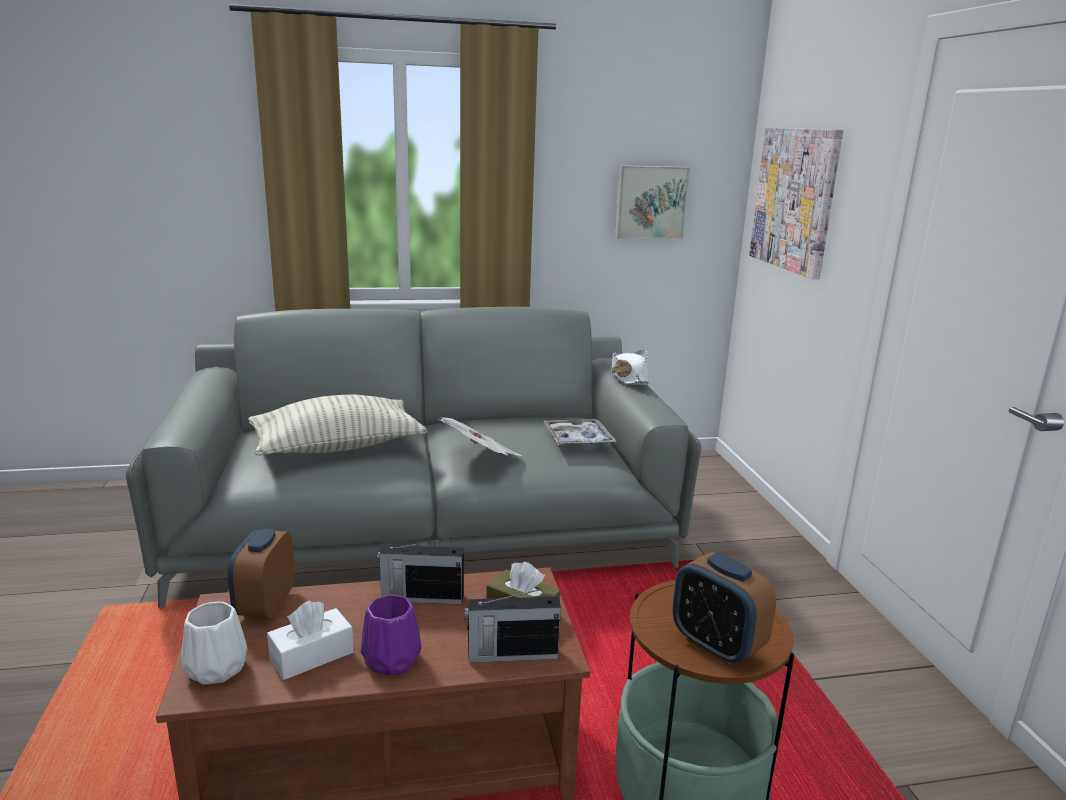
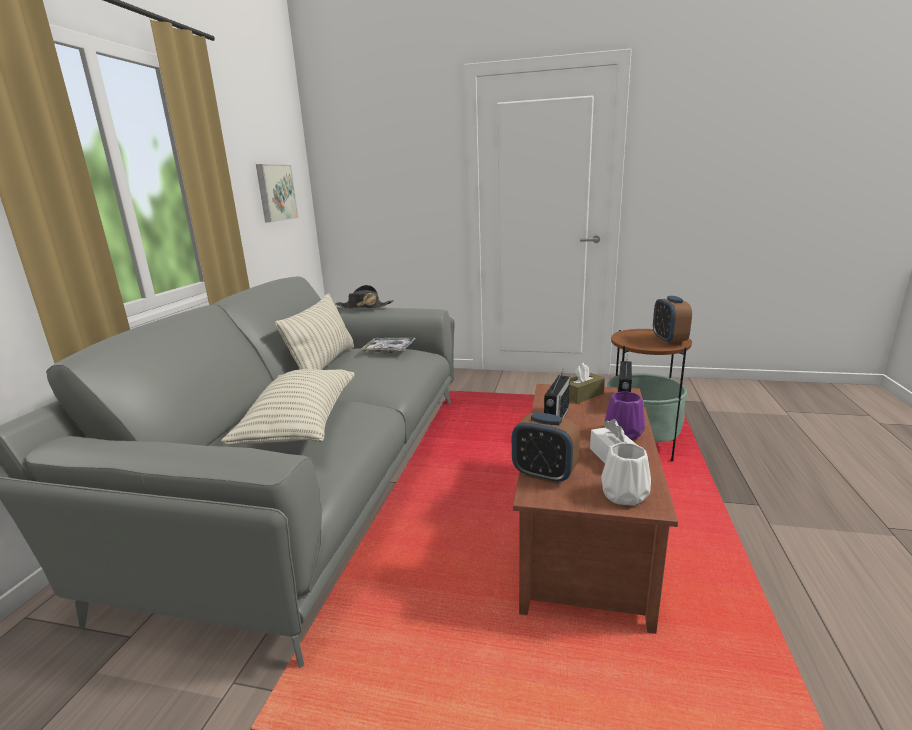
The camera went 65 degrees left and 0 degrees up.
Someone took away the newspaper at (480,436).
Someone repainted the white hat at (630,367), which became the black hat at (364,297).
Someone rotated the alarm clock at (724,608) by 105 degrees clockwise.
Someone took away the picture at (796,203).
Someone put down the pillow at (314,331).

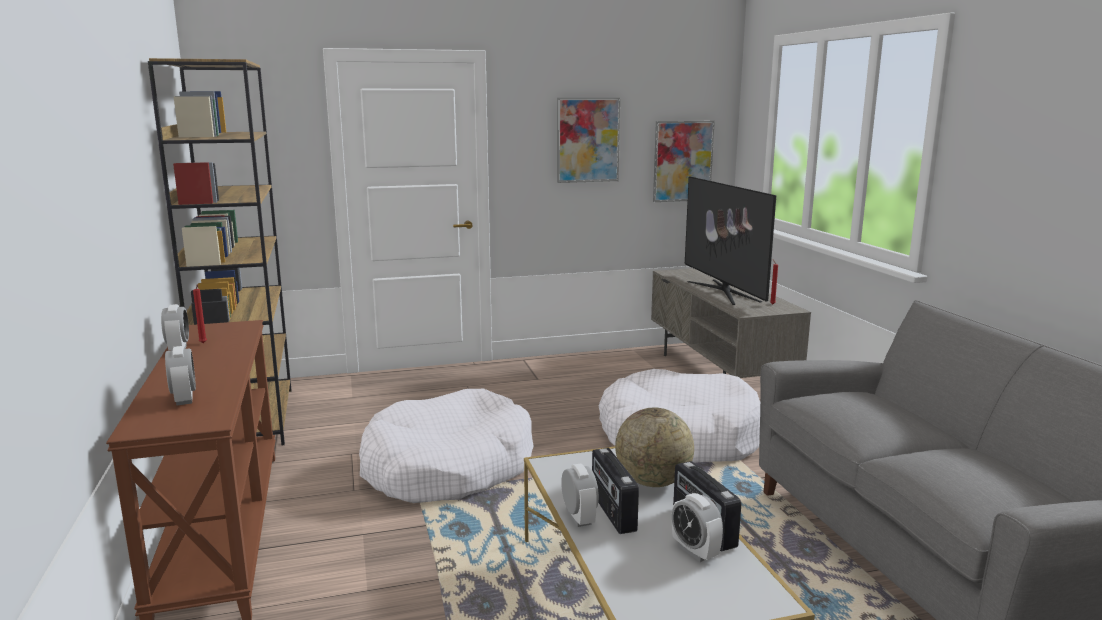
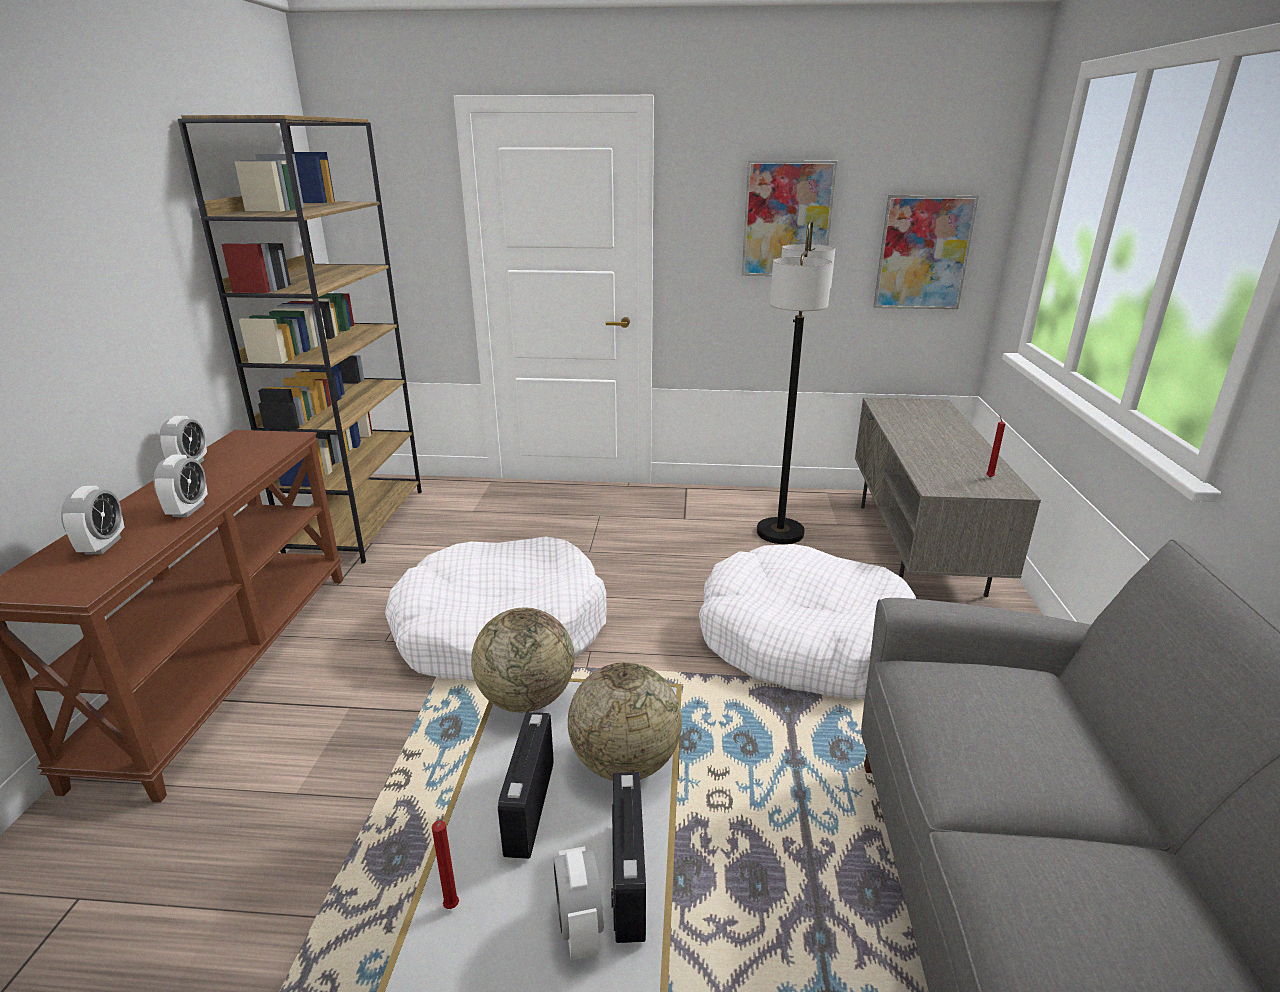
The camera went 20 degrees right and 10 degrees up.
Someone carried the red candle from (200,314) to (445,865).
Someone carried the alarm clock from (580,495) to (180,486).
Someone took away the television at (730,240).
Someone put down the globe at (523,660).
Someone put down the floor lamp at (796,381).

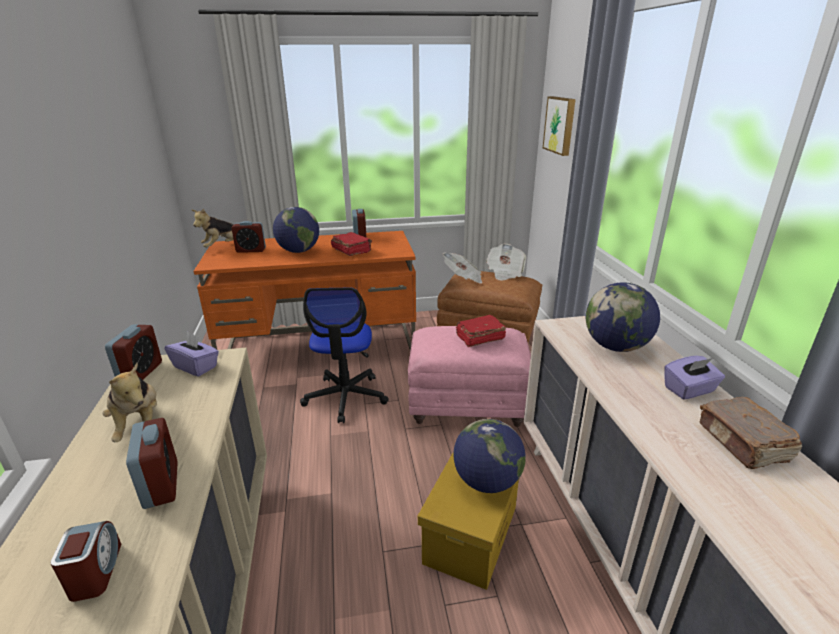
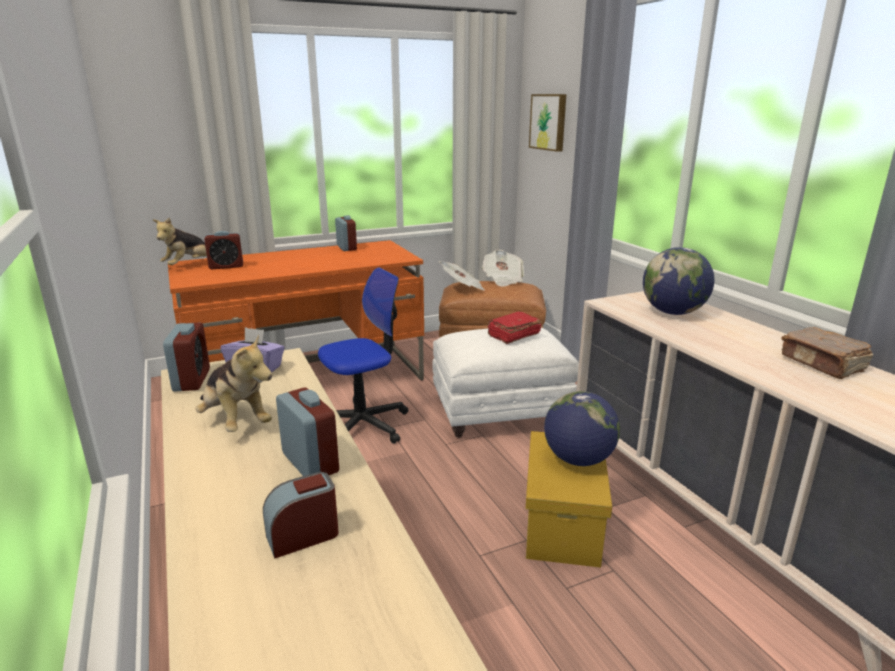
The camera went 15 degrees left and 5 degrees down.
Someone rotated the alarm clock at (86,561) by 90 degrees counterclockwise.
Someone took away the globe at (296,230).
Someone rotated the office chair at (344,355) by 105 degrees counterclockwise.
Someone took away the red book at (351,244).
Someone repainted the pink ottoman at (469,376), which became the white ottoman at (505,383).
Someone took away the purple tissue box at (694,378).

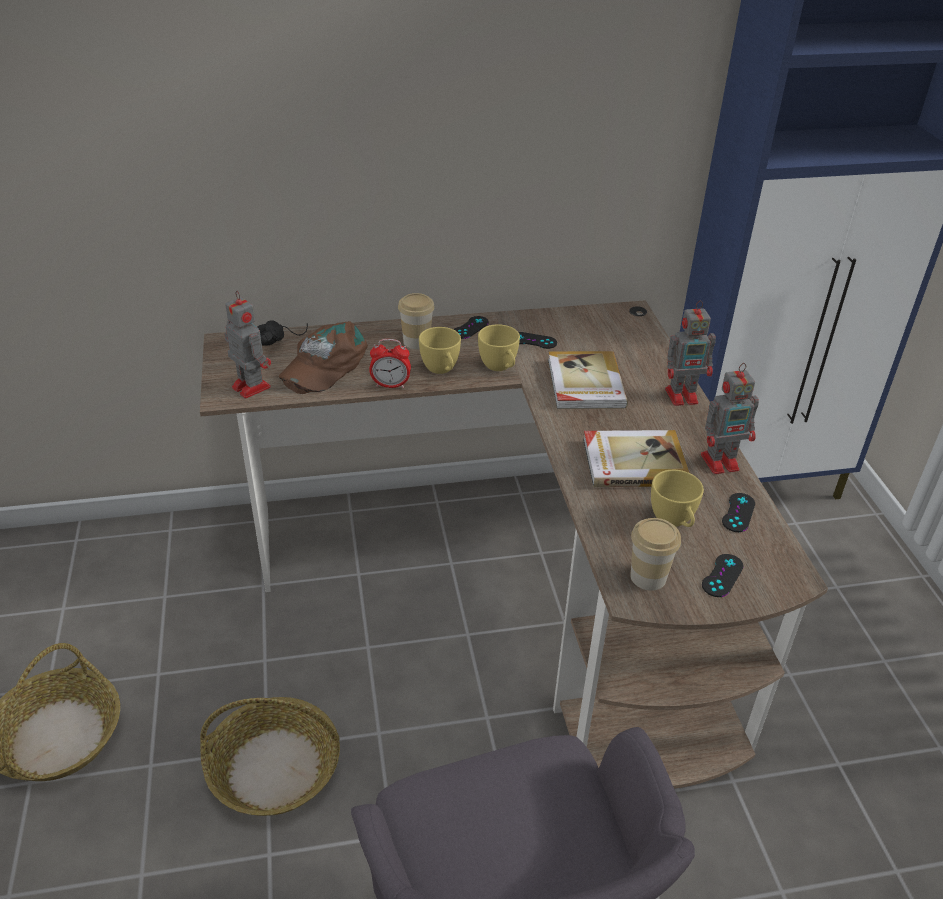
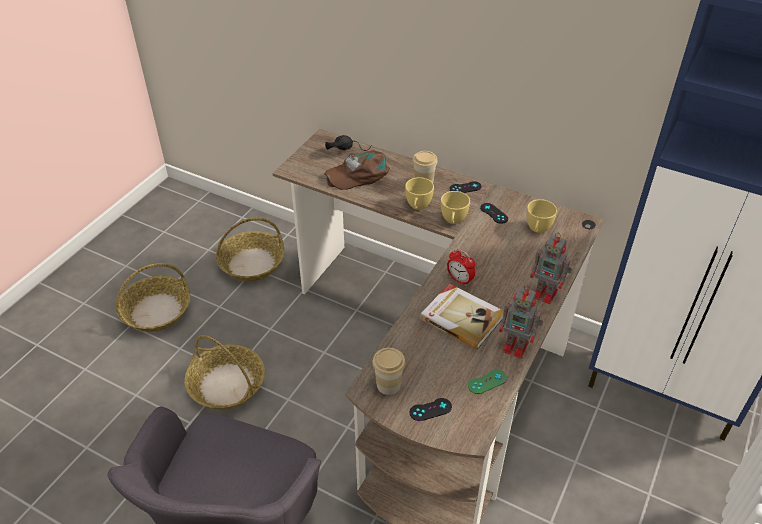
The camera went 40 degrees right and 5 degrees up.
Someone took away the toy robot at (247,345).
Someone carried the alarm clock from (390,363) to (461,267).
Someone took away the book at (588,380).
Someone carried the yellow cup from (677,498) to (542,216).
Someone repainted the black game controller at (738,512), which became the green game controller at (487,381).
Someone put down the basket at (250,249).

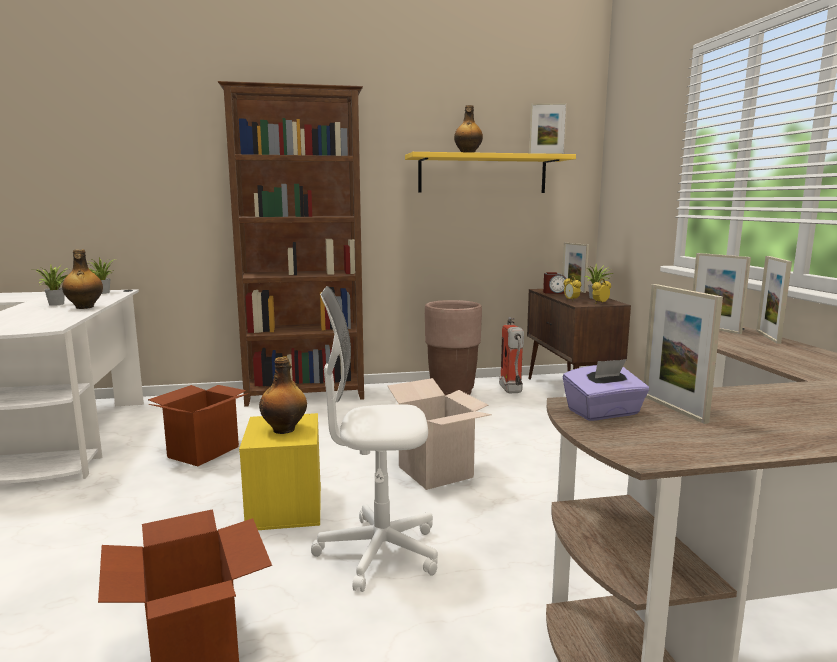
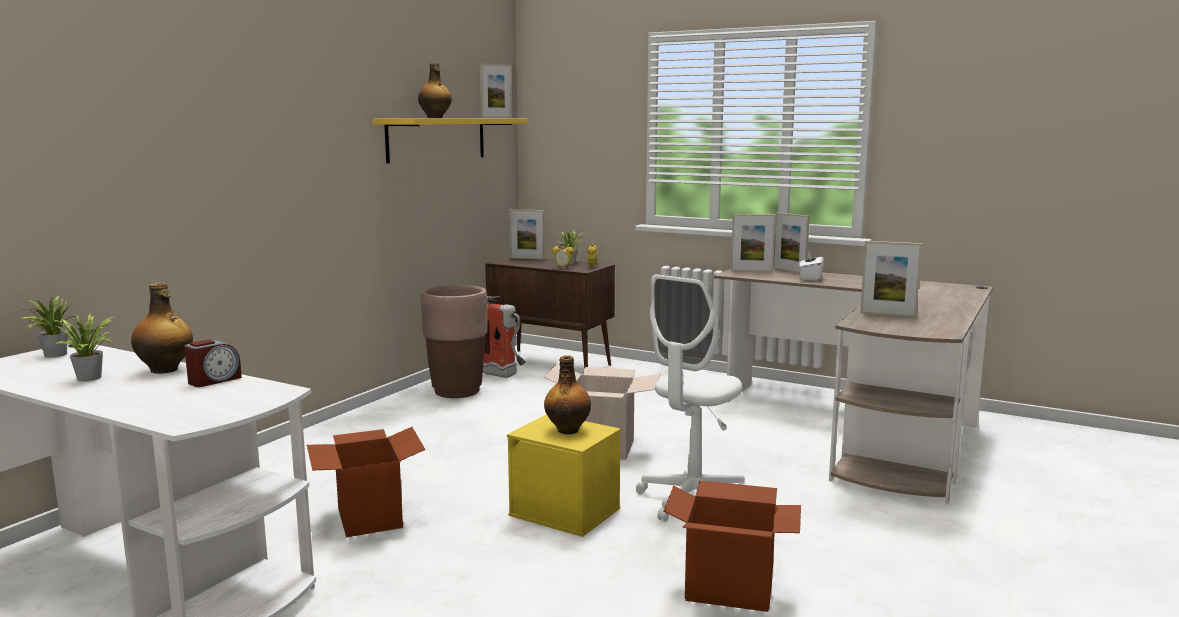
The camera went 50 degrees left and 0 degrees up.
Someone took away the brown bookcase at (291,244).
Someone carried the alarm clock from (554,283) to (213,363).
Someone took away the purple tissue box at (606,390).
Someone put down the white tissue box at (811,265).

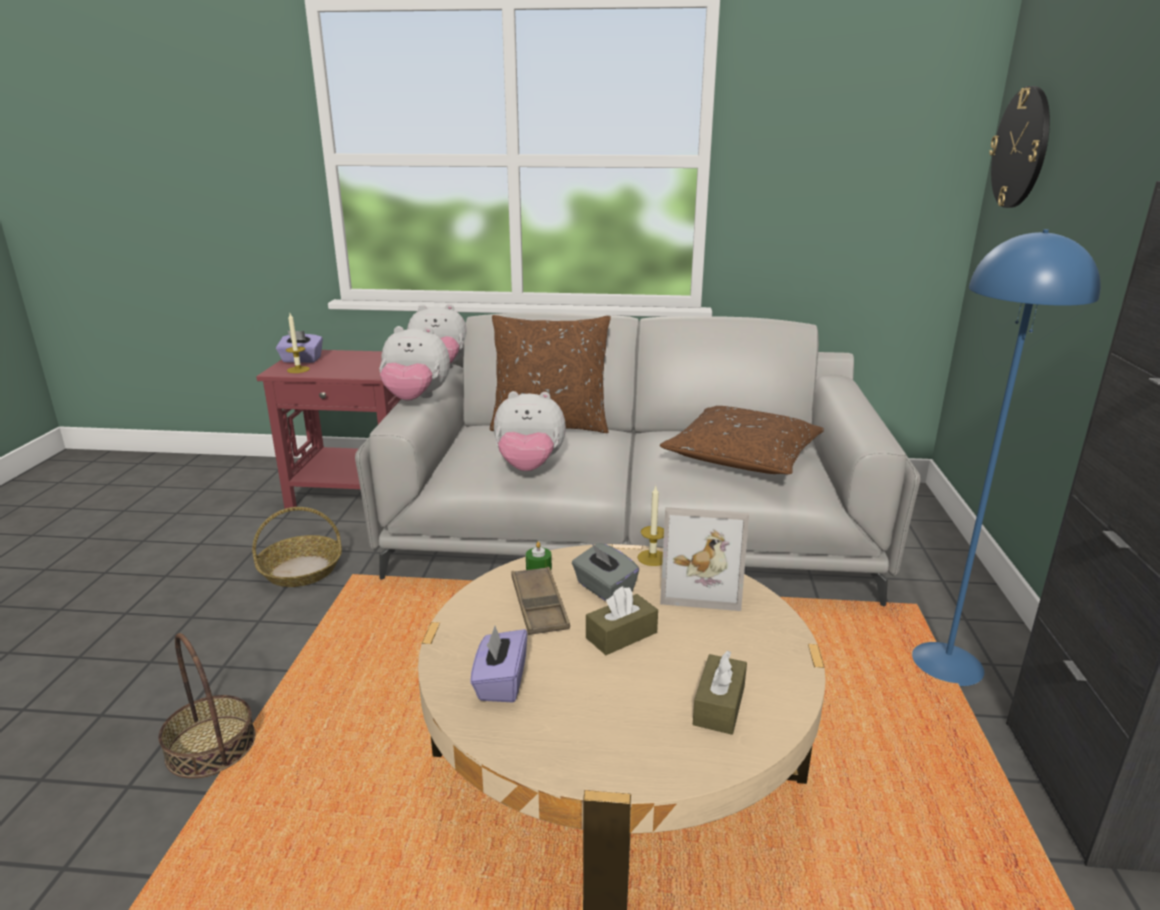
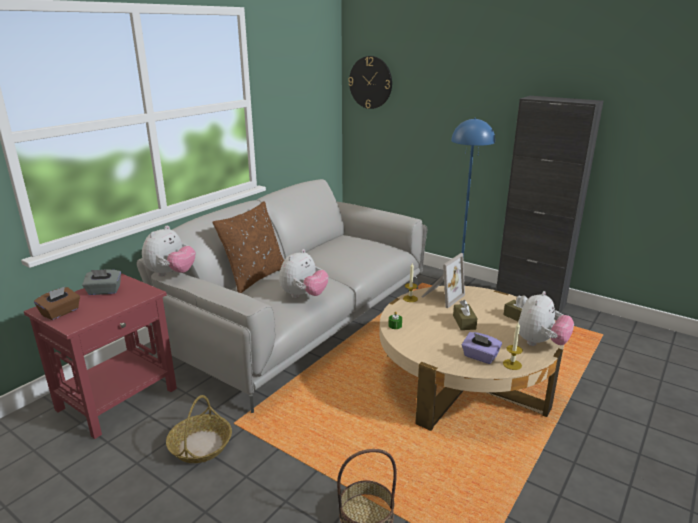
The camera went 60 degrees left and 0 degrees up.
Someone repainted the purple tissue box at (299,346), which became the brown tissue box at (57,303).
Someone carried the candle from (298,343) to (513,346).
Someone carried the plush toy from (414,363) to (546,318).
Someone took away the brown tray at (540,601).
Someone carried the grey tissue box from (605,572) to (101,282).
Someone took away the brown pillow at (742,440).

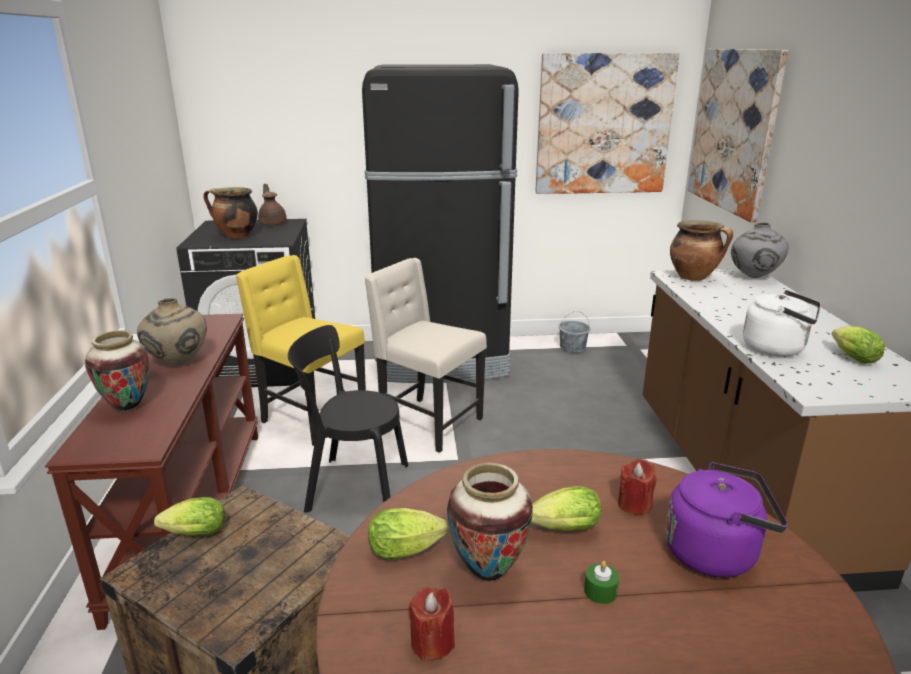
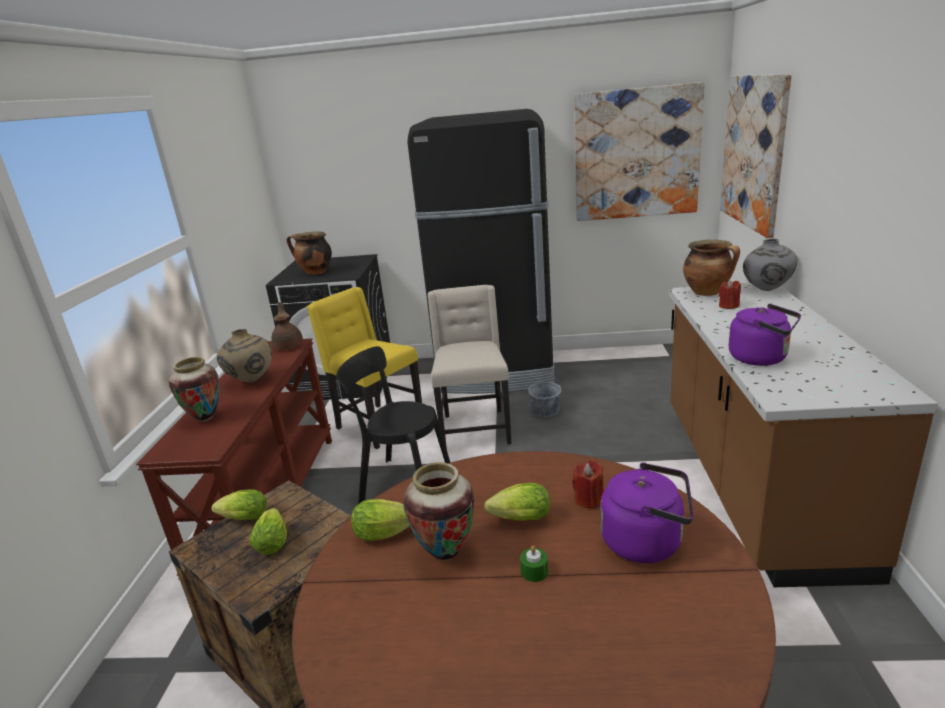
The camera went 10 degrees right and 0 degrees up.
Someone carried the brown teapot from (272,204) to (287,326).
Someone rotated the beige chair at (426,355) by 45 degrees clockwise.
Someone carried the red candle from (431,624) to (730,294).
Someone carried the grey bucket from (574,332) to (545,395).
Someone repainted the white kettle at (782,323), which became the purple kettle at (765,335).
Someone carried the lettuce from (858,345) to (268,531).

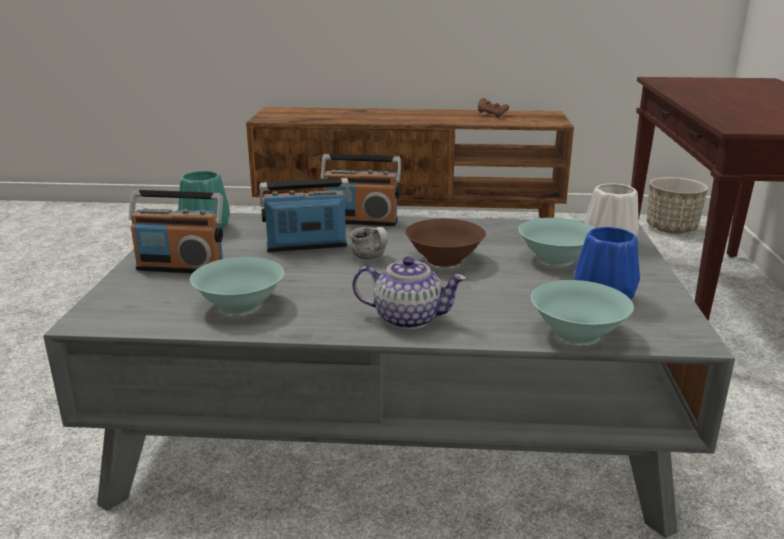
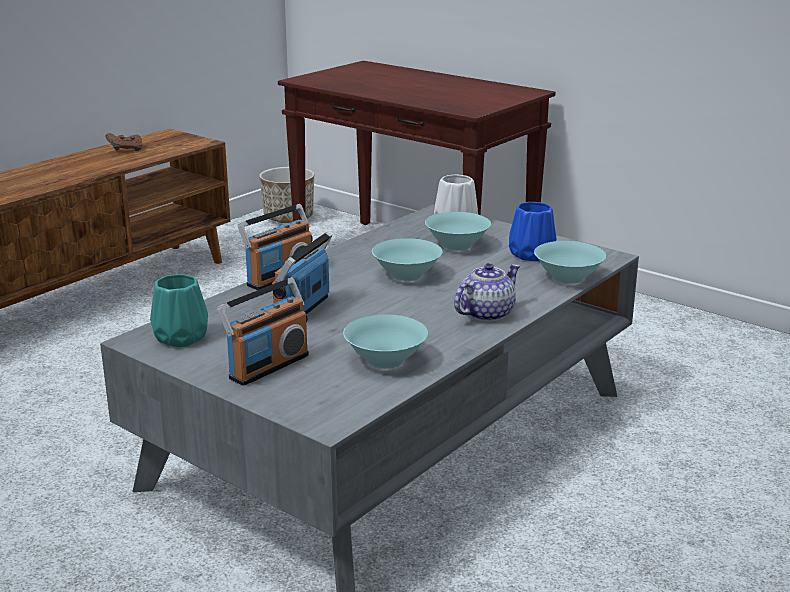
The camera went 55 degrees left and 0 degrees up.
Someone took away the mug at (369,243).
Someone repainted the brown bowl at (445,243), which became the turquoise bowl at (407,259).

